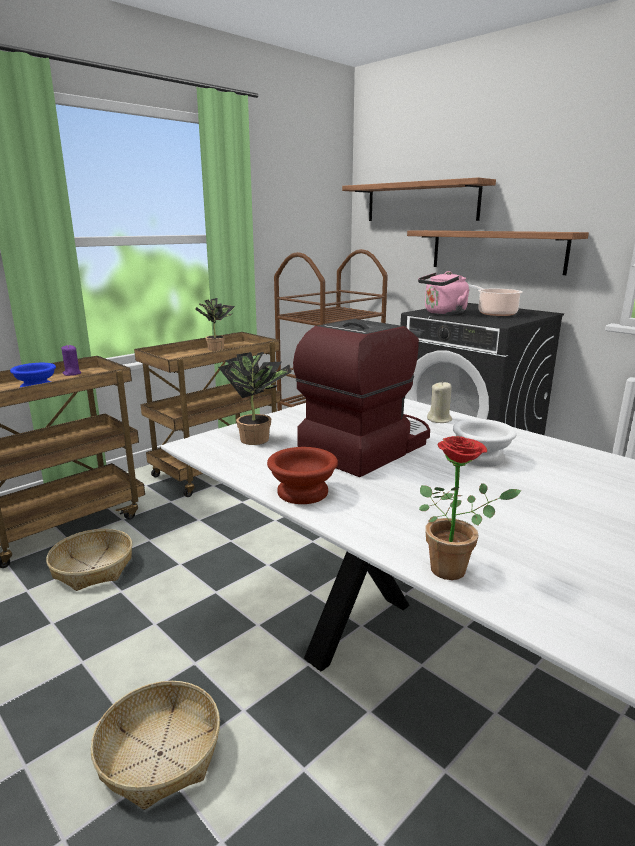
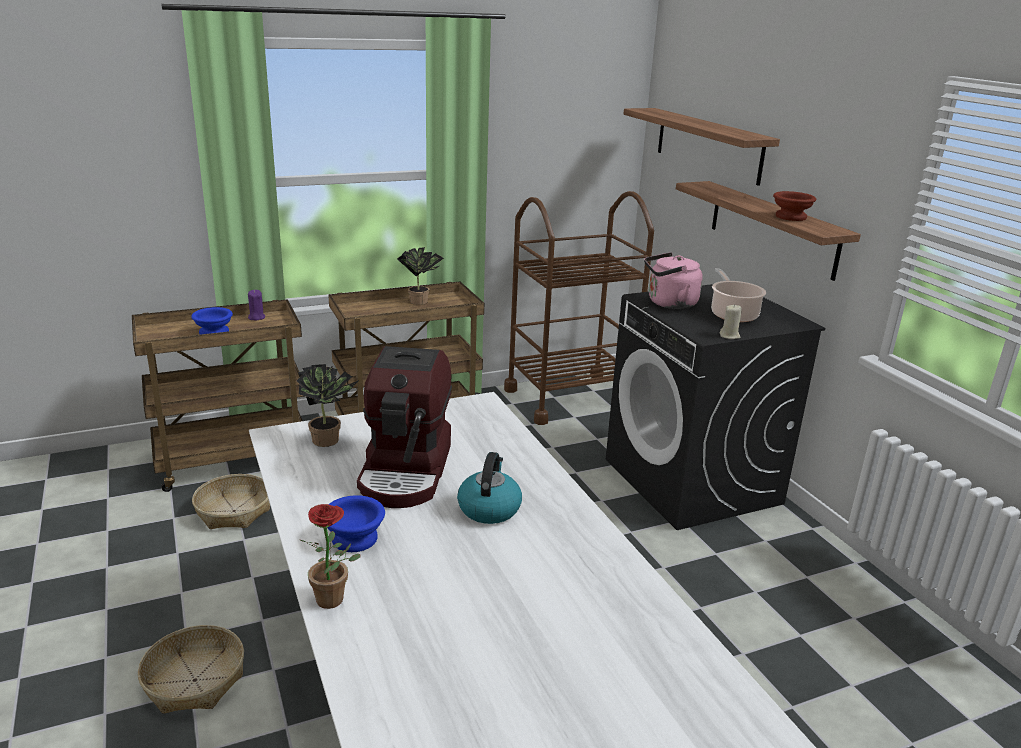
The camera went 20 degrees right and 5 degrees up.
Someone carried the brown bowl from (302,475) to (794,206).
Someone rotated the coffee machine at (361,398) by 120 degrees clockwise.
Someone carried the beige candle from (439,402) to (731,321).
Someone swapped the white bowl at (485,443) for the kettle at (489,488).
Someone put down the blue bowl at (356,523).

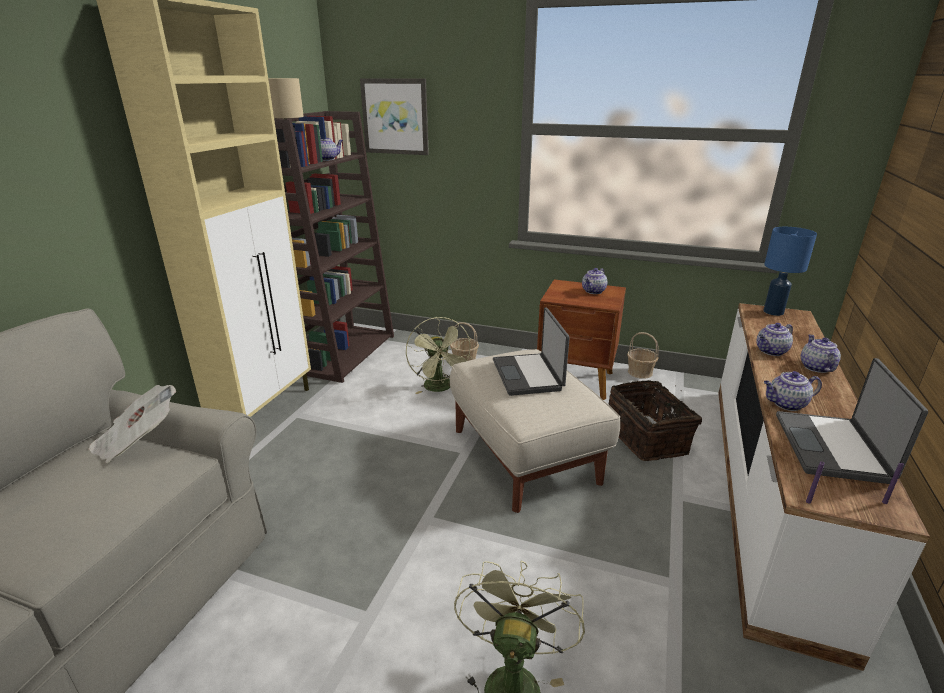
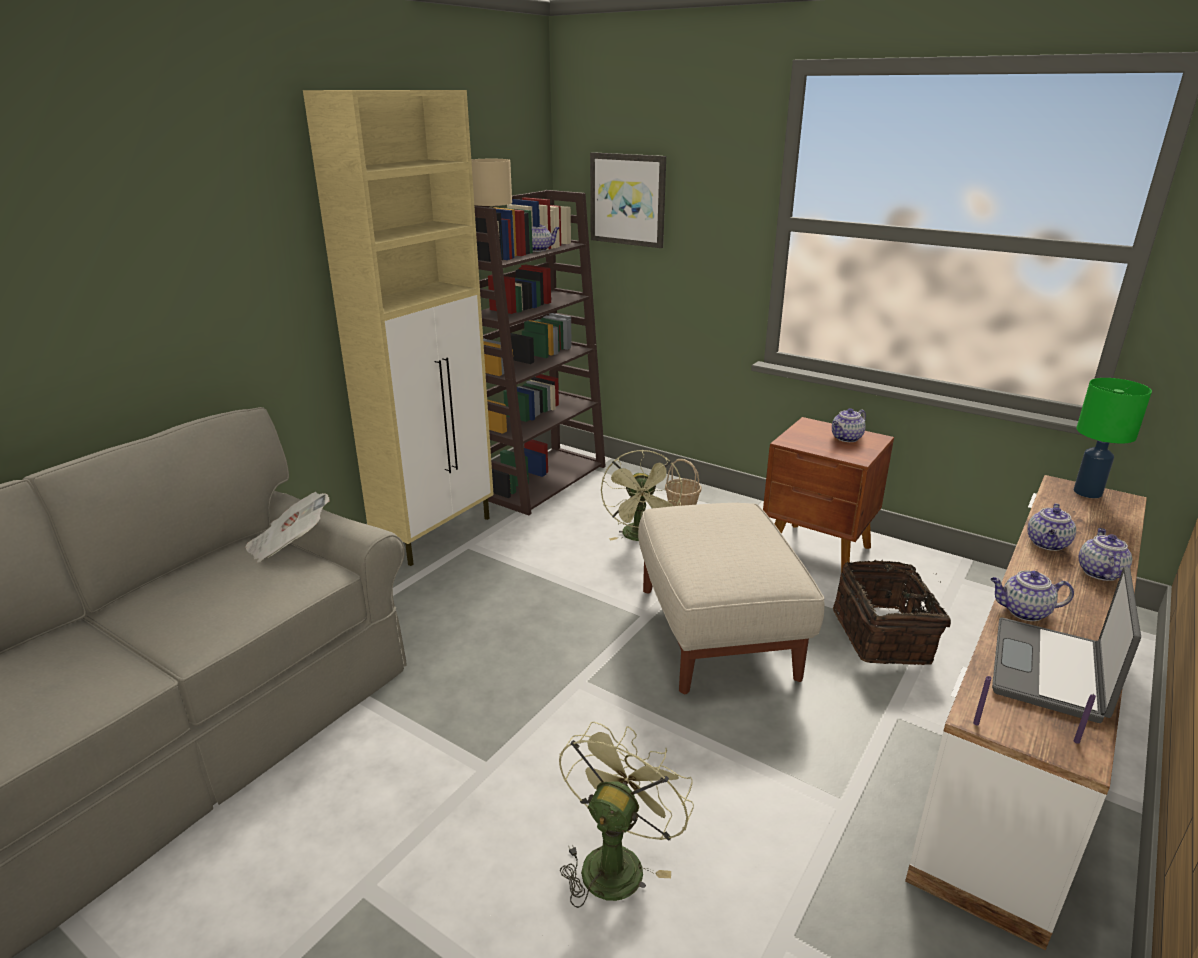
The camera went 15 degrees right and 0 degrees up.
Someone took away the laptop at (531,351).
Someone took away the basket at (643,355).
Someone rotated the teapot at (775,339) by 45 degrees counterclockwise.
Someone repainted the blue table lamp at (790,271), which became the green table lamp at (1113,438).

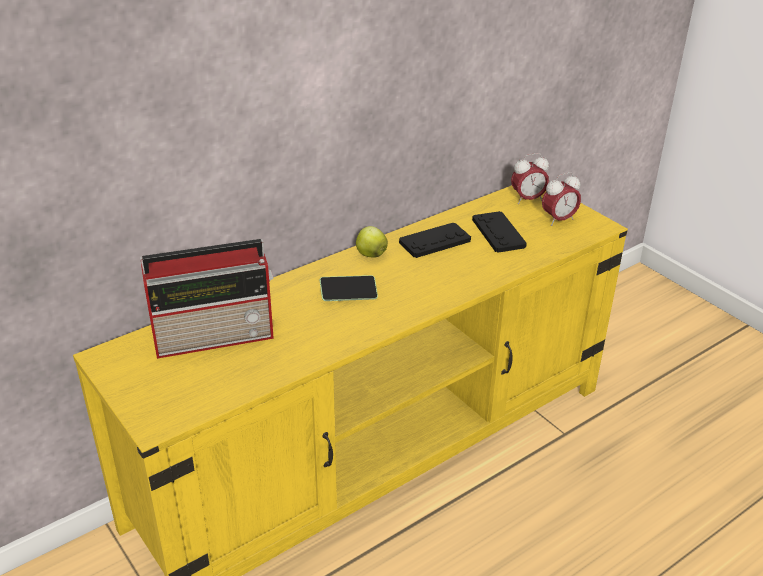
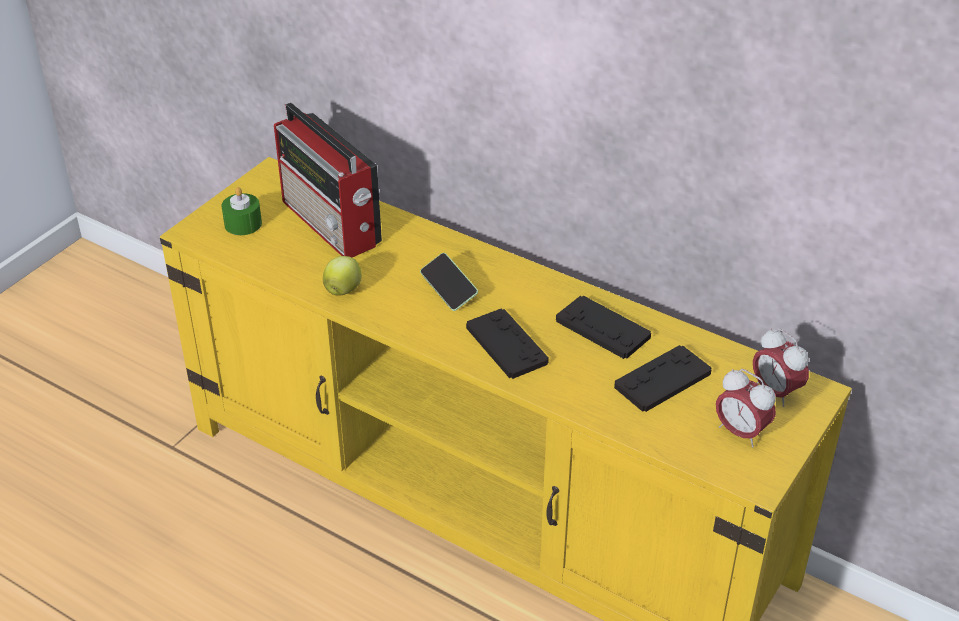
The camera went 70 degrees right and 5 degrees up.
Someone carried the apple from (372,242) to (342,275).
Someone put down the green candle at (242,211).
Someone put down the black game controller at (507,344).

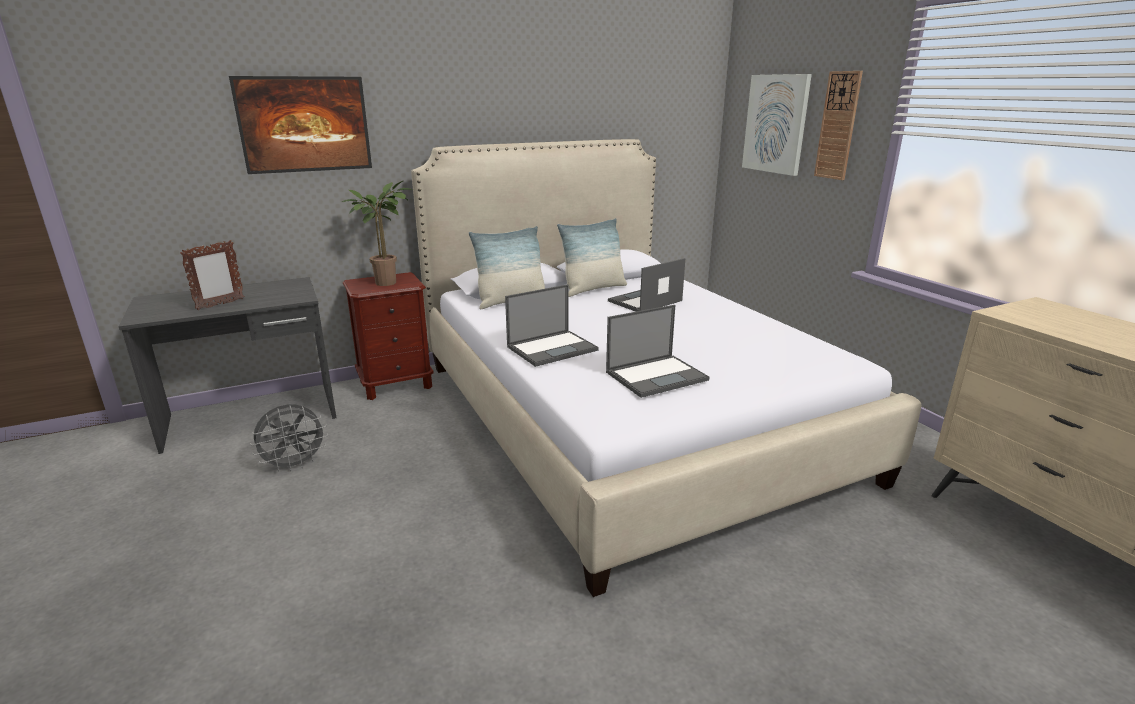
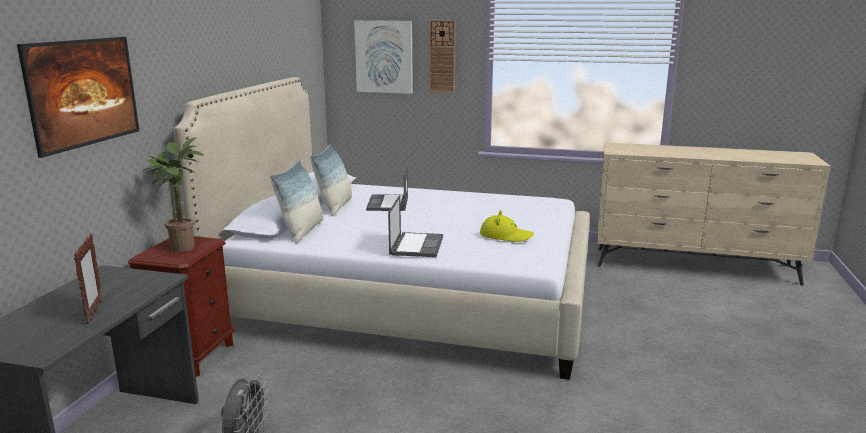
The camera went 50 degrees left and 5 degrees down.
Someone swapped the laptop at (657,351) for the yellow hat at (507,226).

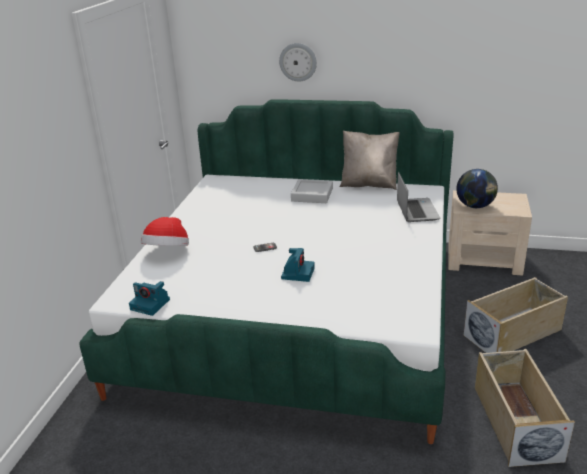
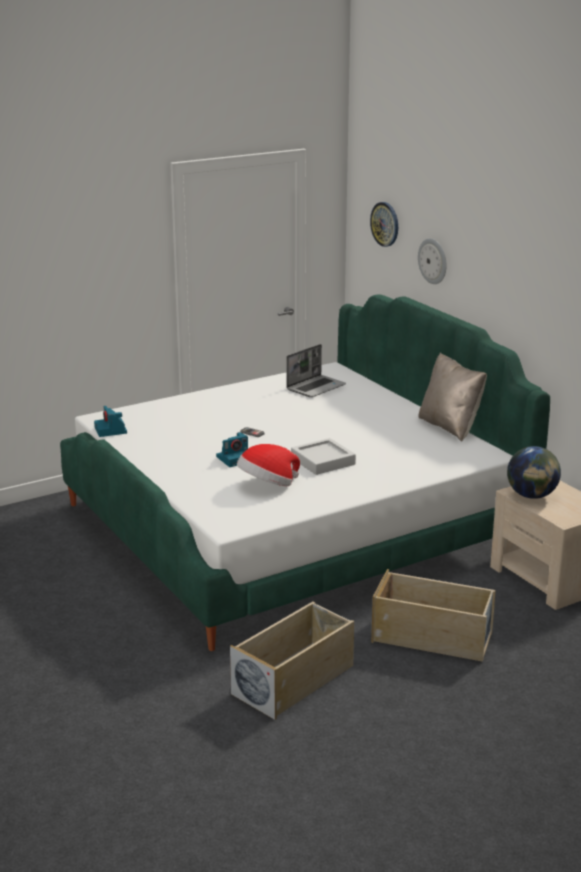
The camera went 45 degrees right and 5 degrees down.
Someone carried the hat from (165,231) to (268,465).
Someone carried the grey tray from (312,191) to (323,456).
Someone carried the laptop from (418,197) to (316,370).
Someone put up the wall clock at (384,224).

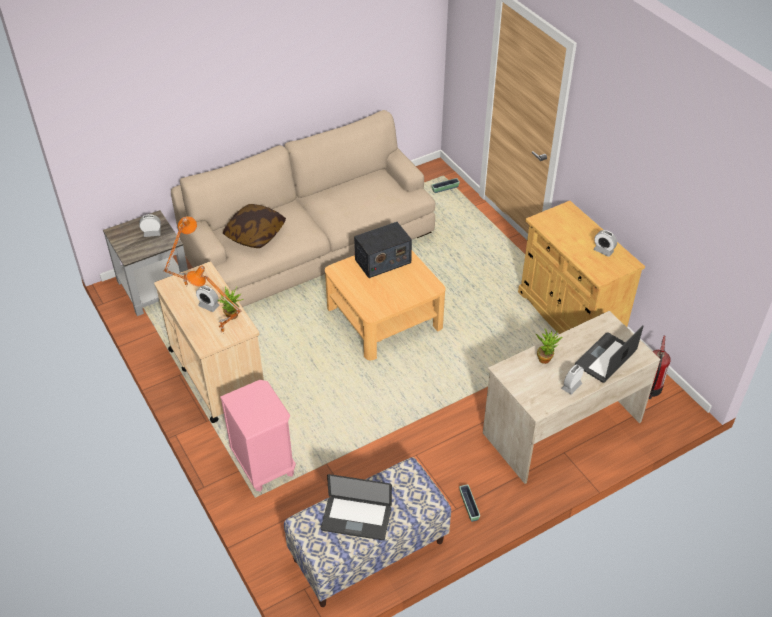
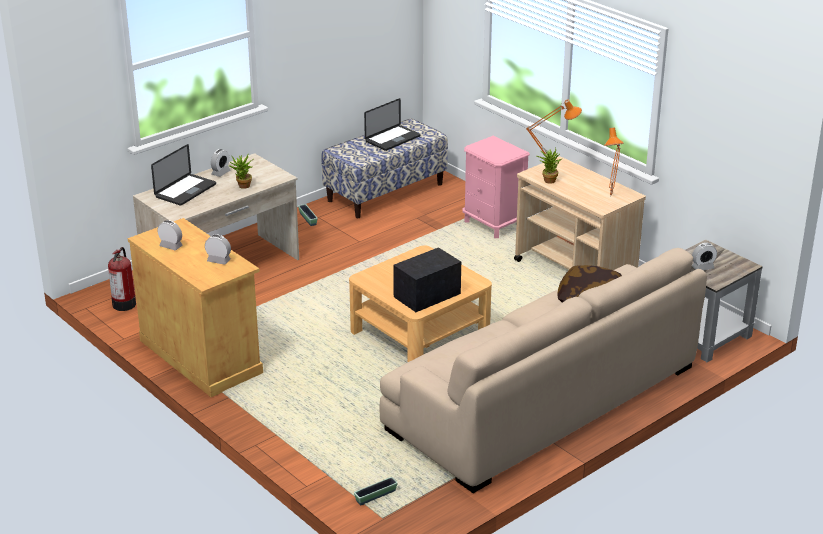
The camera went 170 degrees right and 15 degrees down.
Someone carried the alarm clock from (208,298) to (218,249).
Someone rotated the laptop at (356,507) by 135 degrees clockwise.

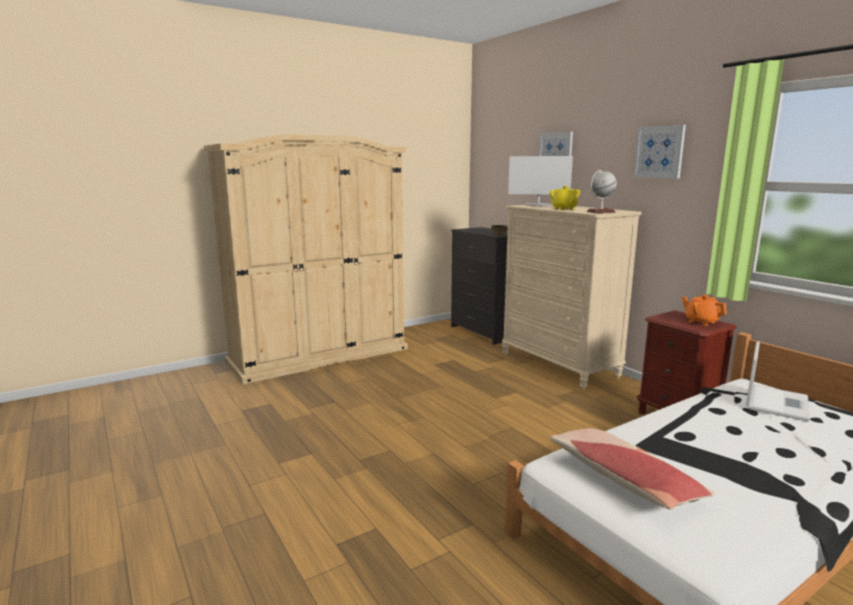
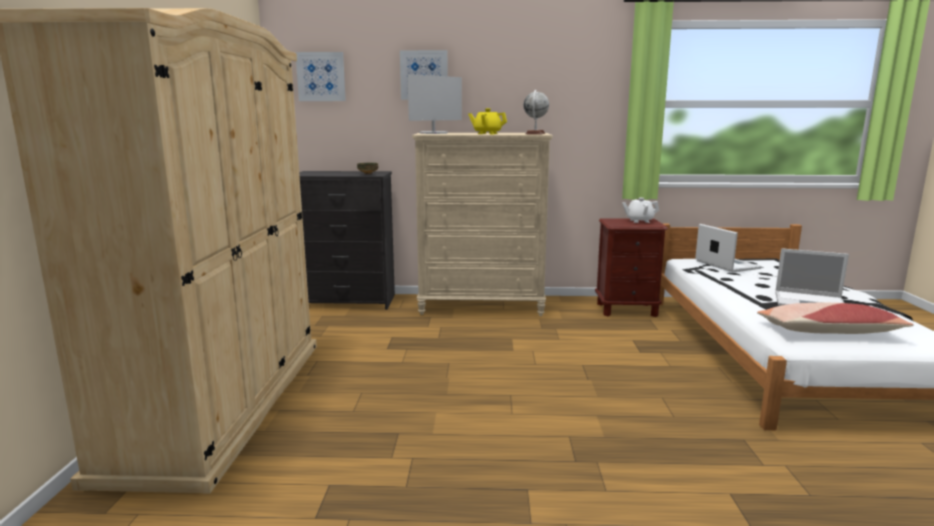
The camera went 55 degrees left and 0 degrees up.
Someone carried the picture from (659,152) to (320,76).
Someone repainted the orange teapot at (704,310), which became the white teapot at (640,210).
Someone put down the laptop at (812,277).

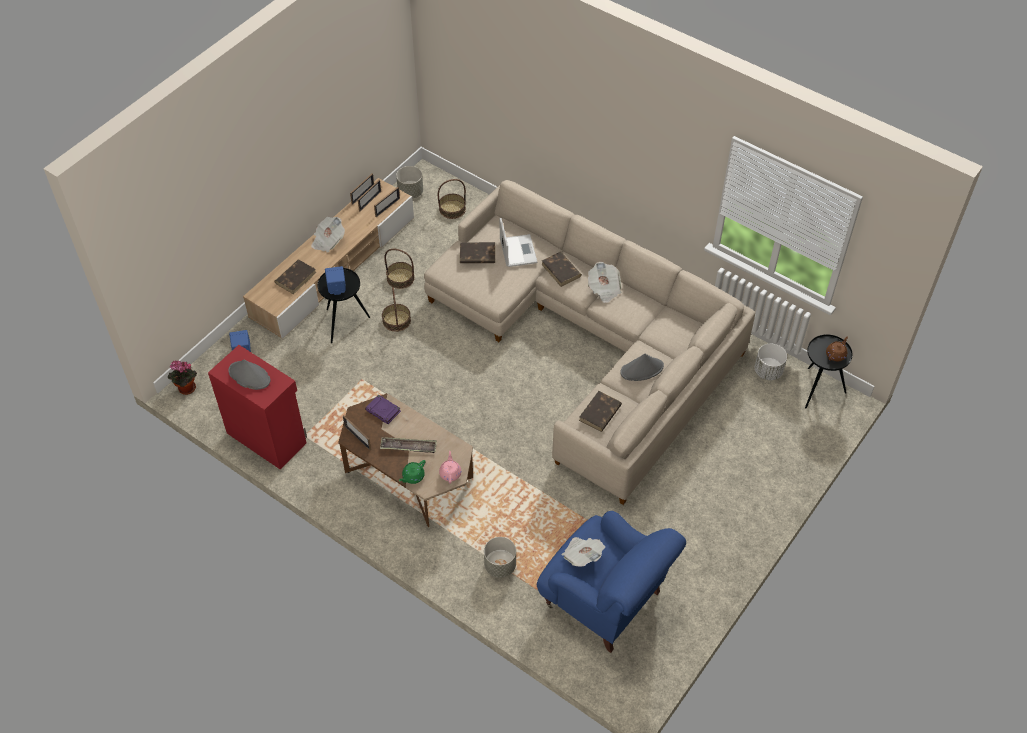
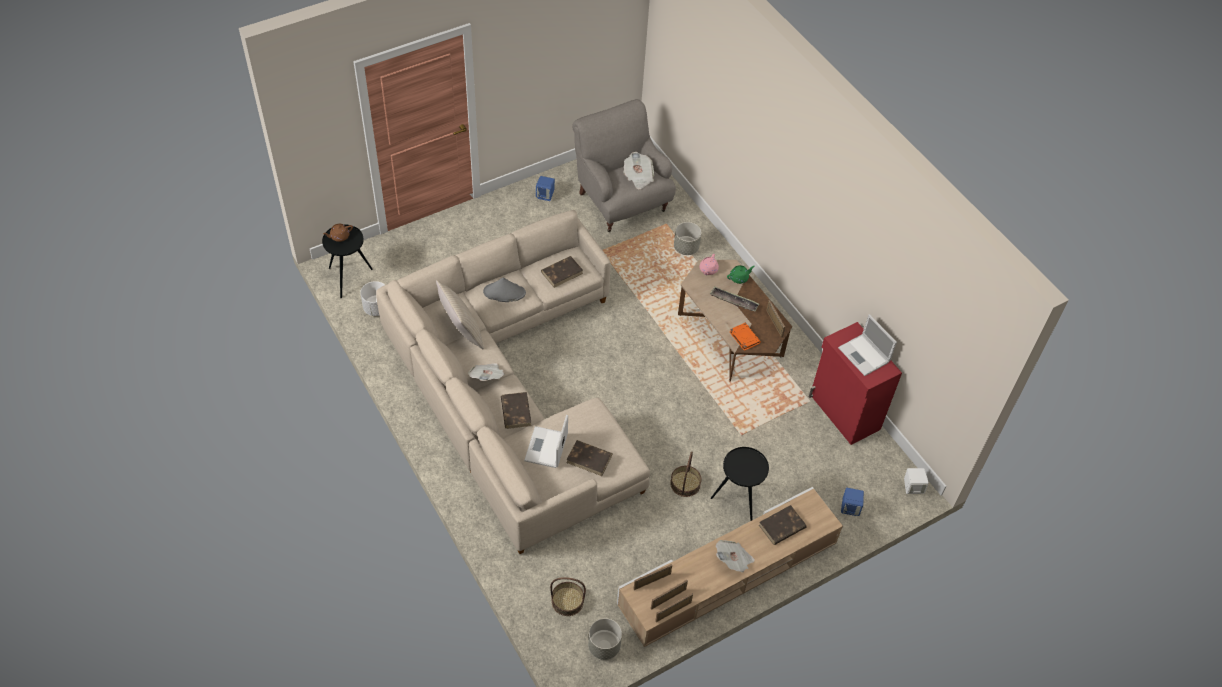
The camera went 160 degrees left and 0 degrees up.
Someone swapped the potted plant at (182,377) for the white speaker at (916,481).
Someone swapped the grey hat at (249,374) for the laptop at (867,345).
Someone carried the blue speaker from (335,280) to (545,188).
Someone repainted the purple book at (383,409), which became the orange book at (745,337).
Someone took away the basket at (399,269).
Someone repainted the blue armchair at (611,582), which became the grey armchair at (624,165).
Someone put down the beige pillow at (460,315).

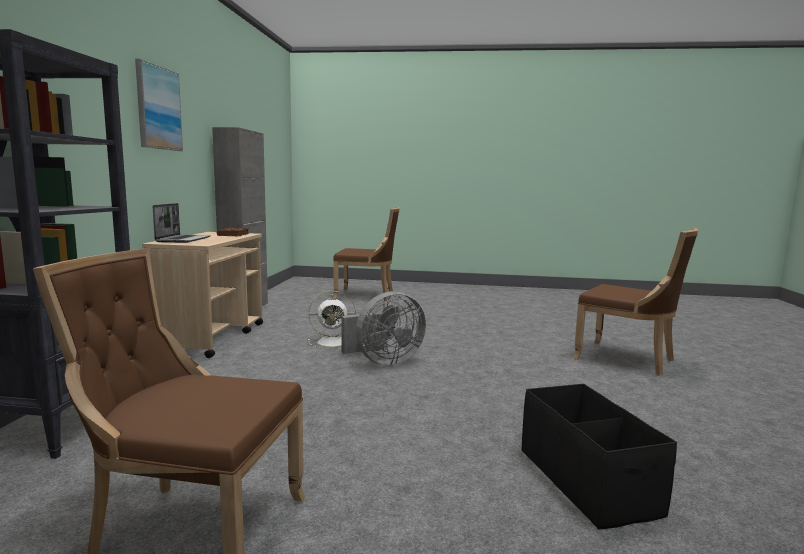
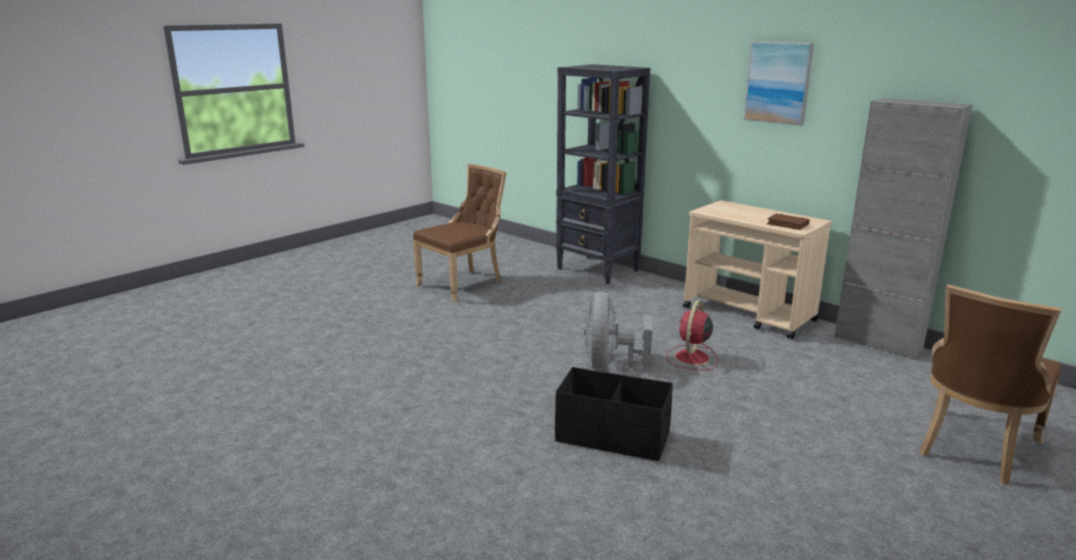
The camera went 125 degrees right and 10 degrees up.
Someone took away the laptop at (182,223).
Someone repainted the white fan at (332,320), which became the red fan at (692,335).
Someone carried the black storage box from (599,457) to (614,414).
Someone took away the brown chair at (635,302).

